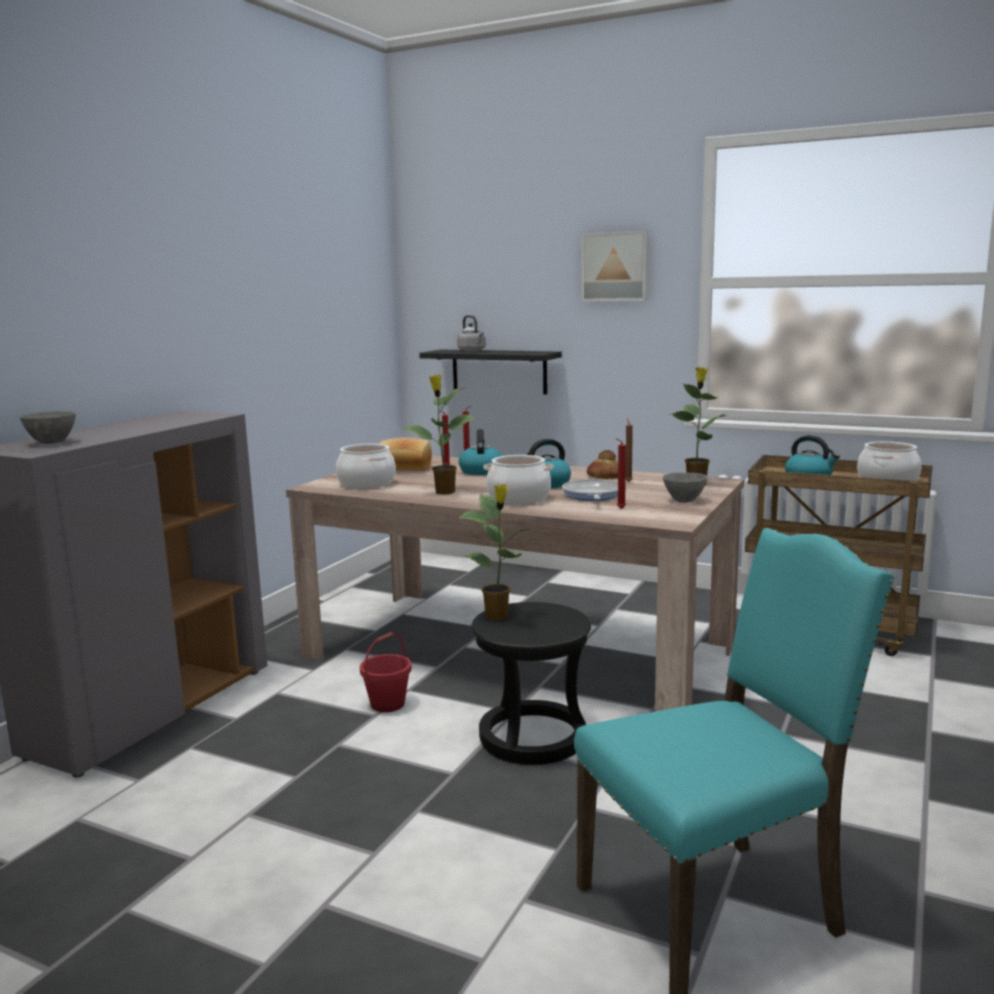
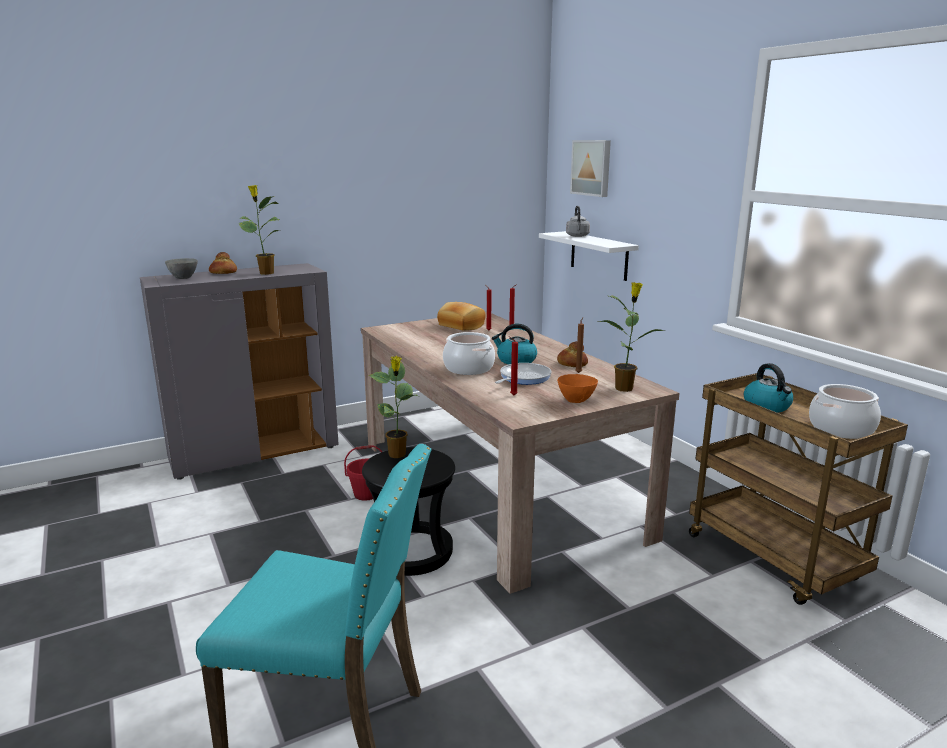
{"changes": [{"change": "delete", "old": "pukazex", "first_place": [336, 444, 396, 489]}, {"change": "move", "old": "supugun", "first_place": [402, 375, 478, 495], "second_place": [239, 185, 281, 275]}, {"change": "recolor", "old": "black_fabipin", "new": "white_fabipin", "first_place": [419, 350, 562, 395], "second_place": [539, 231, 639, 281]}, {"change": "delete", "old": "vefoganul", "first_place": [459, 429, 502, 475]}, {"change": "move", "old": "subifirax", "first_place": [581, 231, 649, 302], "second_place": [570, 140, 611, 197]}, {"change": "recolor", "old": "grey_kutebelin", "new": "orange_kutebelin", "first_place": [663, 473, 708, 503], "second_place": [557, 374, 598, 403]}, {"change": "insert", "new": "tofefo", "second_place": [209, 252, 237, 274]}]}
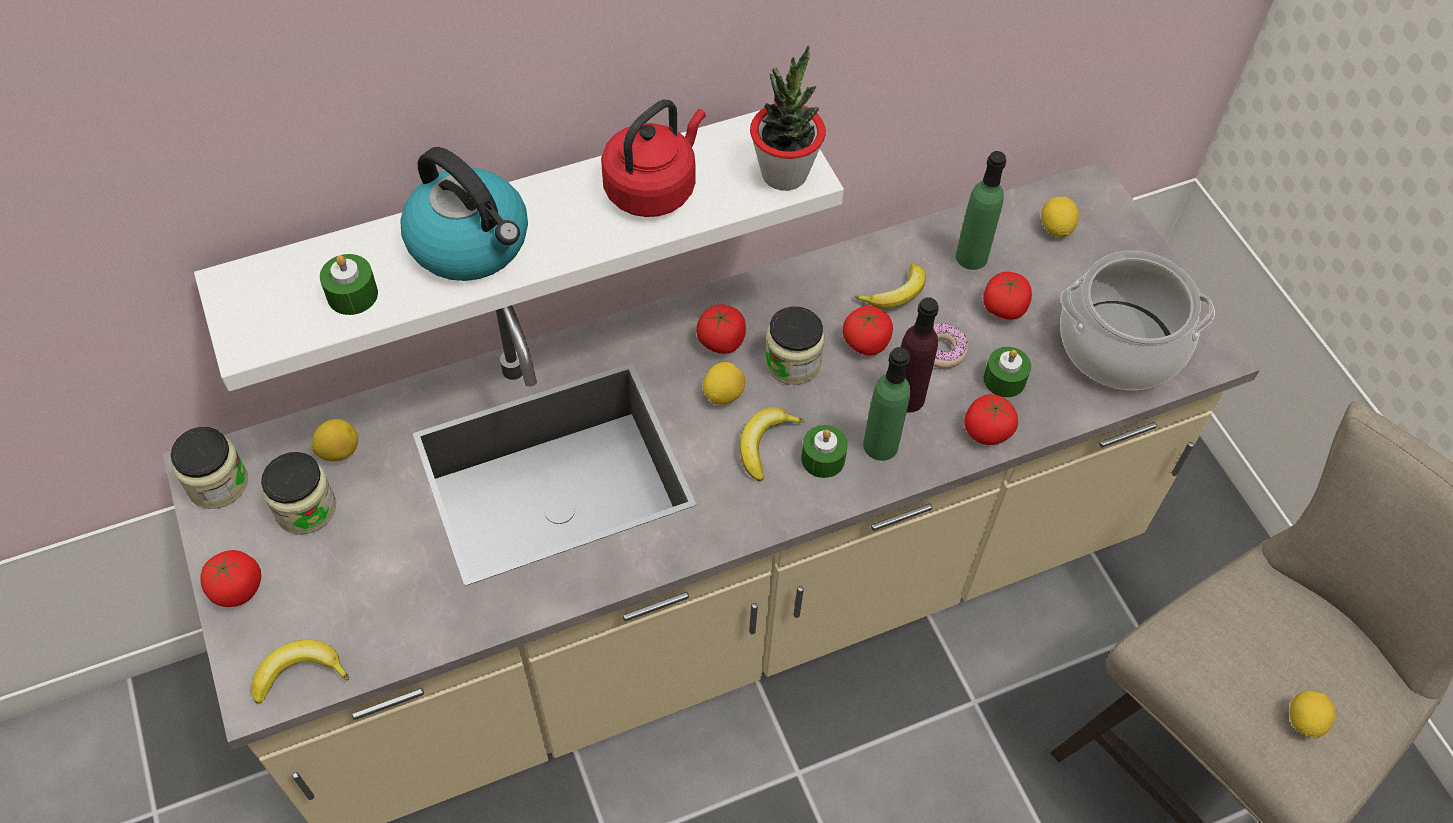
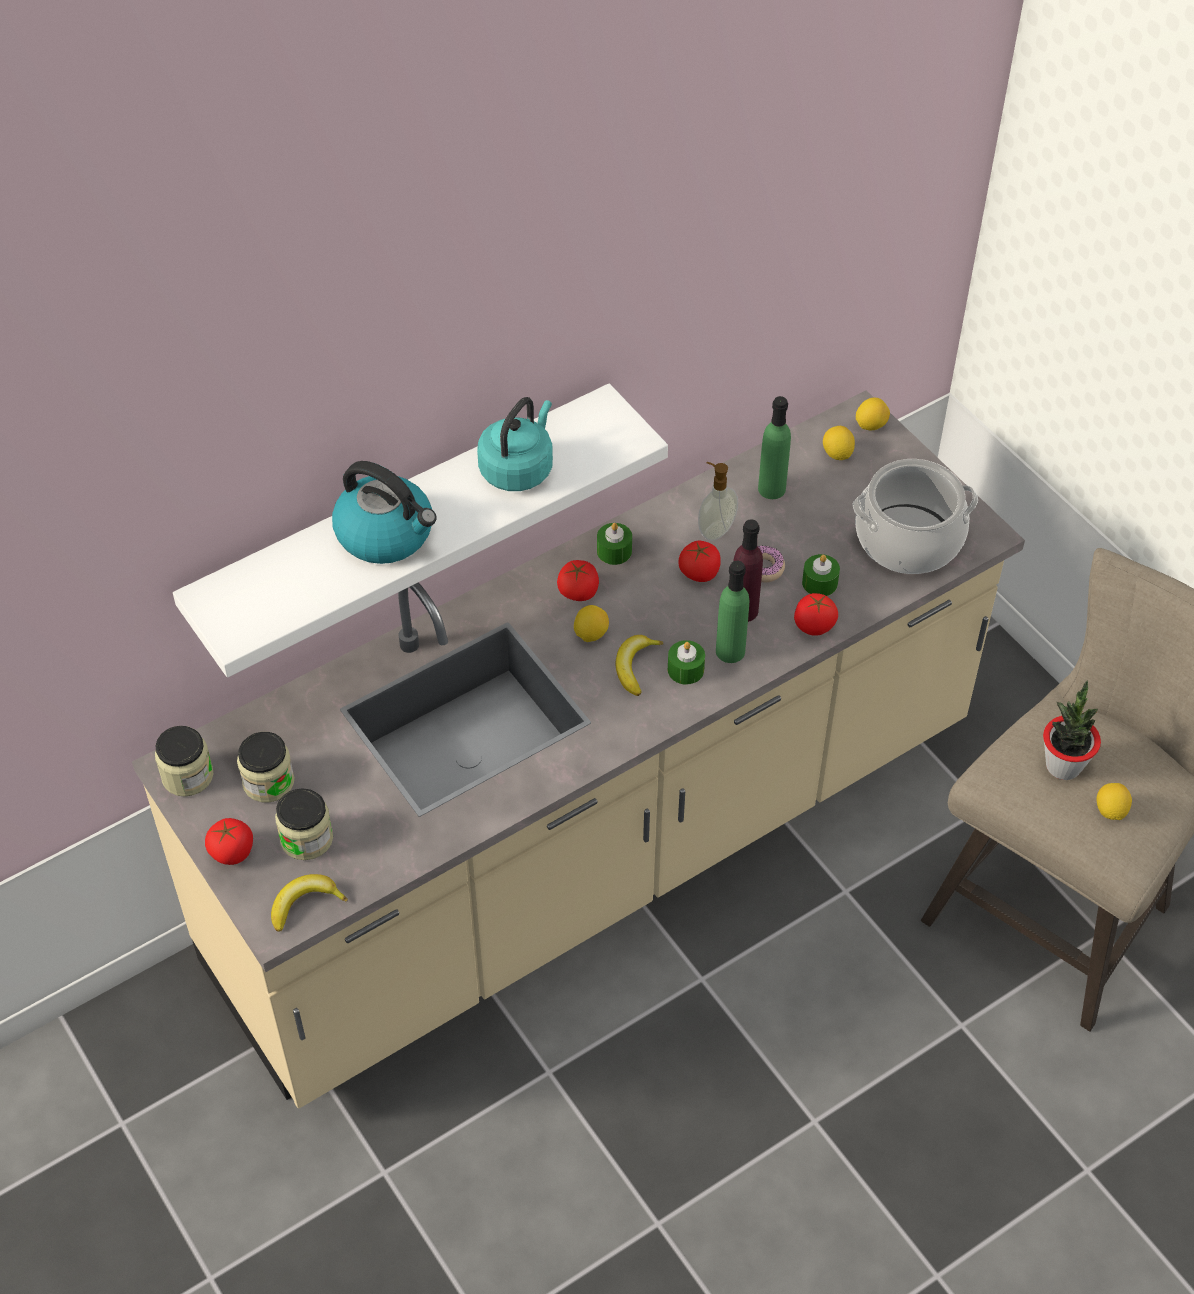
{"changes": [{"change": "move", "old": "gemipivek", "first_place": [312, 419, 358, 461], "second_place": [856, 398, 890, 430]}, {"change": "move", "old": "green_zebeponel", "first_place": [320, 254, 378, 315], "second_place": [597, 523, 632, 565]}, {"change": "recolor", "old": "red_vefoganul", "new": "turquoise_vefoganul", "first_place": [601, 100, 706, 217], "second_place": [477, 397, 553, 491]}, {"change": "move", "old": "supugun", "first_place": [750, 46, 826, 191], "second_place": [1043, 681, 1101, 780]}, {"change": "move", "old": "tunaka", "first_place": [765, 306, 824, 385], "second_place": [275, 788, 333, 860]}, {"change": "replace", "old": "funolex", "new": "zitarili", "first_place": [854, 264, 926, 309], "second_place": [698, 462, 738, 541]}, {"change": "delete", "old": "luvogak", "first_place": [983, 272, 1032, 320]}]}
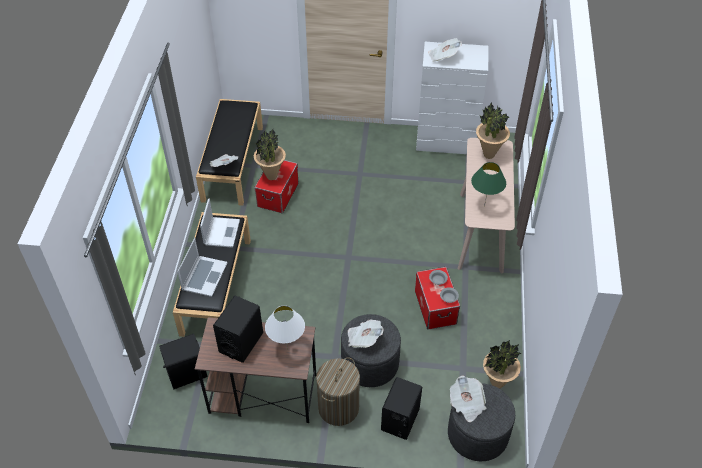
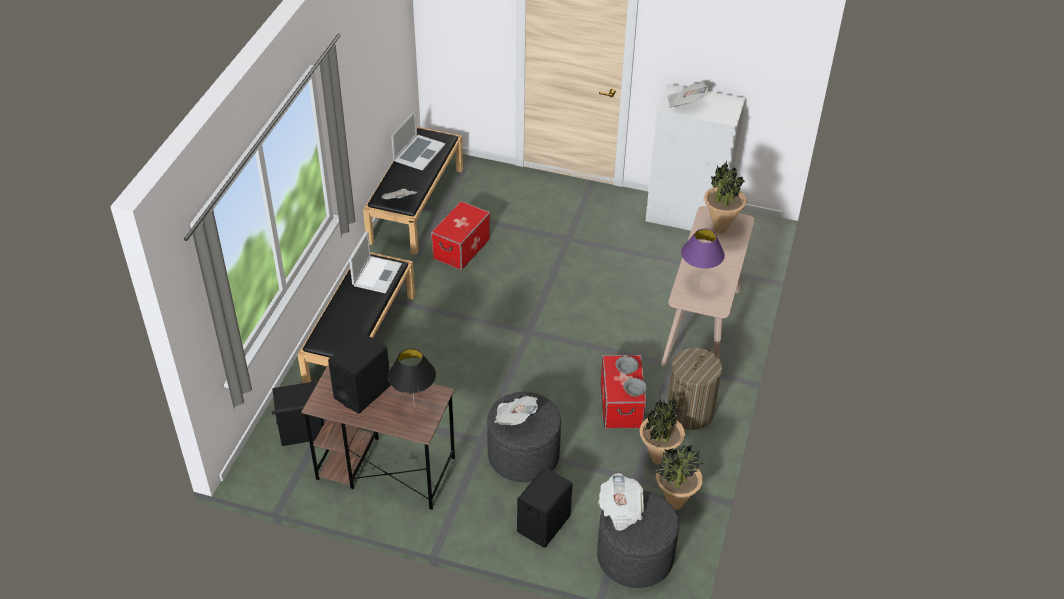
{"changes": [{"change": "move", "old": "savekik", "first_place": [177, 238, 228, 297], "second_place": [392, 110, 445, 171]}, {"change": "move", "old": "supugun", "first_place": [254, 129, 286, 180], "second_place": [640, 398, 685, 465]}, {"change": "recolor", "old": "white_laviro", "new": "black_laviro", "first_place": [265, 305, 305, 350], "second_place": [388, 348, 436, 408]}, {"change": "move", "old": "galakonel", "first_place": [316, 357, 360, 426], "second_place": [667, 348, 722, 430]}, {"change": "recolor", "old": "green_laviro", "new": "purple_laviro", "first_place": [471, 162, 506, 207], "second_place": [681, 228, 725, 285]}]}
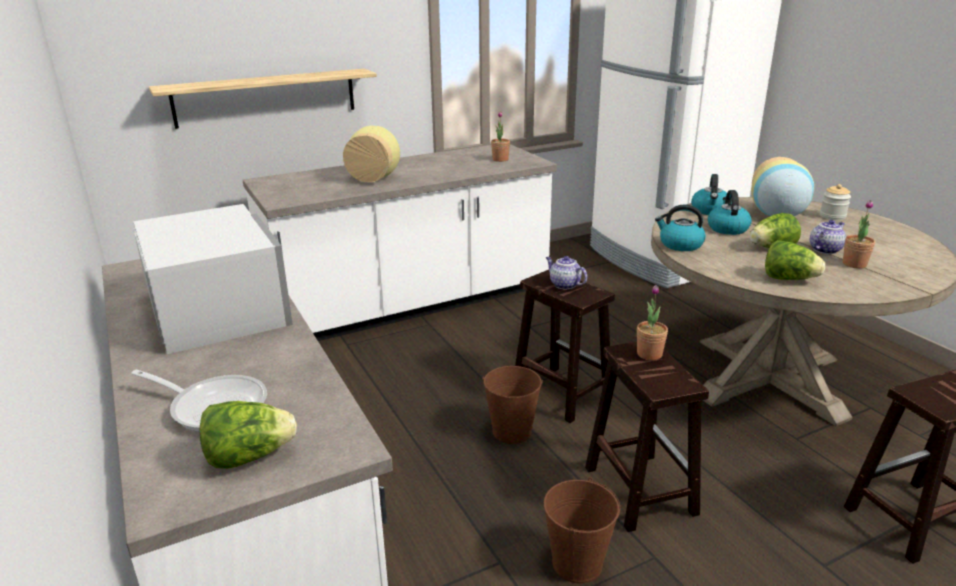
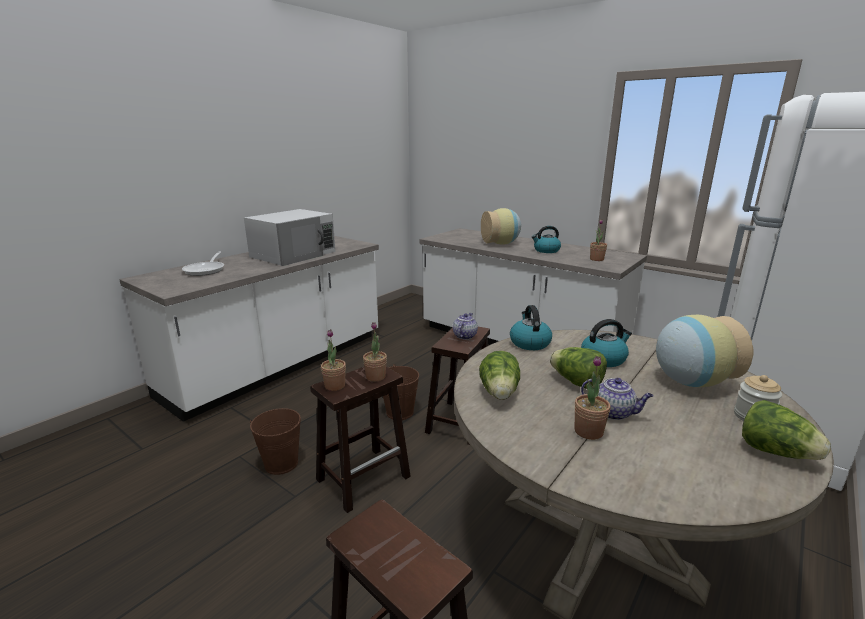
{"changes": [{"change": "delete", "old": "fabipin", "first_place": [149, 69, 377, 129]}, {"change": "move", "old": "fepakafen", "first_place": [200, 401, 297, 469], "second_place": [742, 400, 831, 460]}, {"change": "move", "old": "vefoganul", "first_place": [691, 174, 732, 215], "second_place": [532, 226, 561, 253]}, {"change": "insert", "new": "supugun", "second_place": [321, 329, 346, 391]}]}
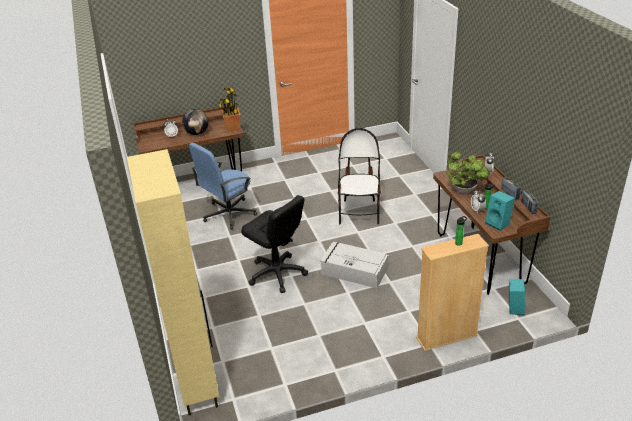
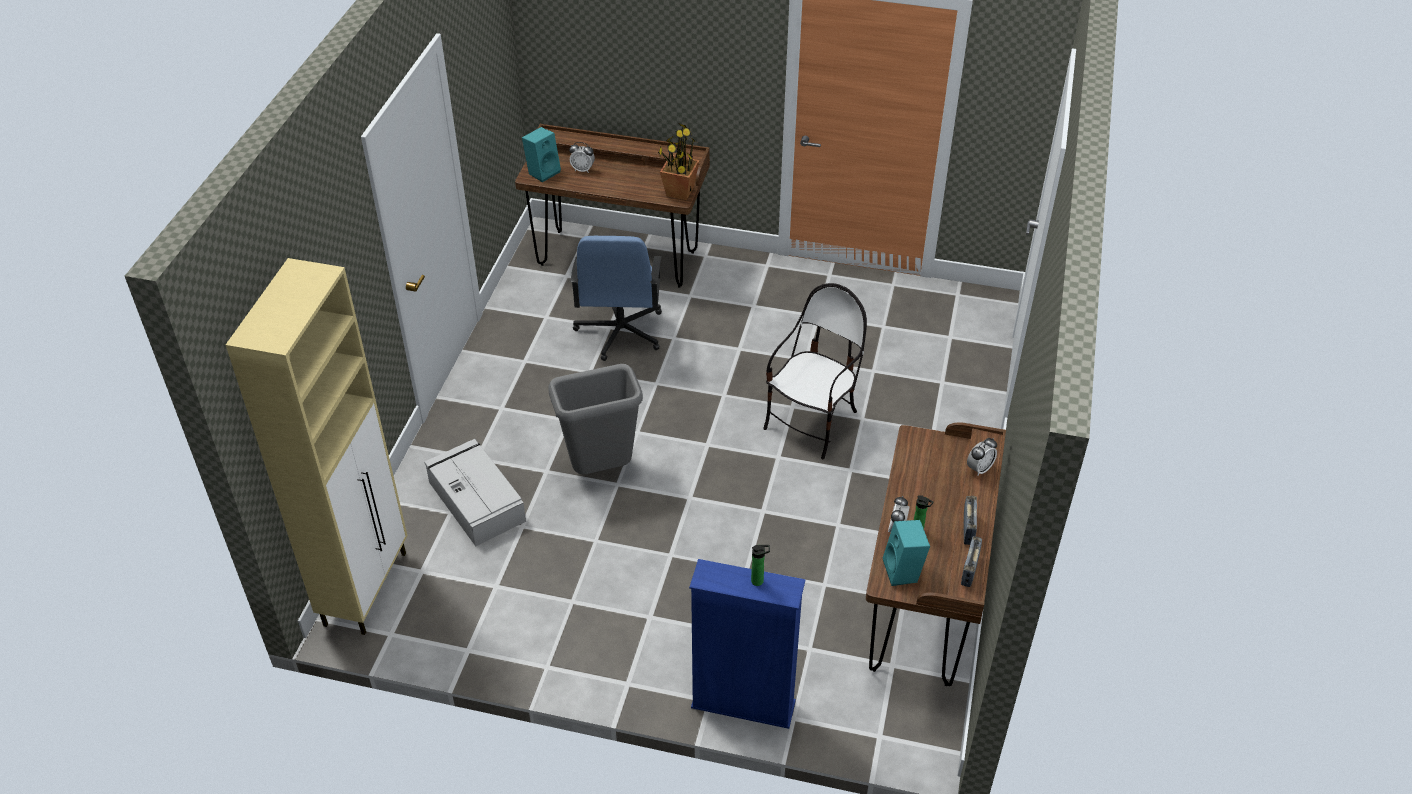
{"changes": [{"change": "delete", "old": "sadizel", "first_place": [182, 109, 208, 135]}, {"change": "rotate", "old": "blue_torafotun", "first_place": [189, 143, 257, 229], "second_place": [570, 236, 662, 361], "degrees": -75}, {"change": "replace", "old": "black_torafotun", "new": "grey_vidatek", "first_place": [241, 195, 308, 293], "second_place": [548, 364, 643, 474]}, {"change": "move", "old": "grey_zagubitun", "first_place": [320, 241, 388, 288], "second_place": [424, 439, 526, 546]}, {"change": "recolor", "old": "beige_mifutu", "new": "blue_mifutu", "first_place": [416, 234, 489, 351], "second_place": [689, 559, 806, 729]}, {"change": "delete", "old": "supugun", "first_place": [446, 152, 489, 193]}, {"change": "move", "old": "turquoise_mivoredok", "first_place": [509, 279, 525, 316], "second_place": [522, 127, 561, 182]}]}
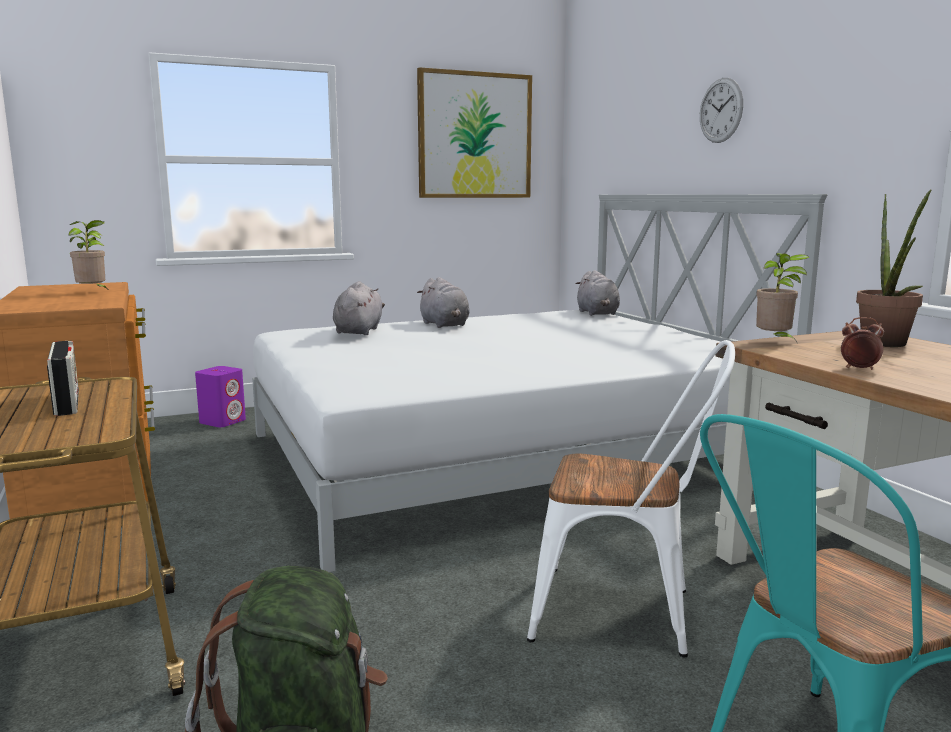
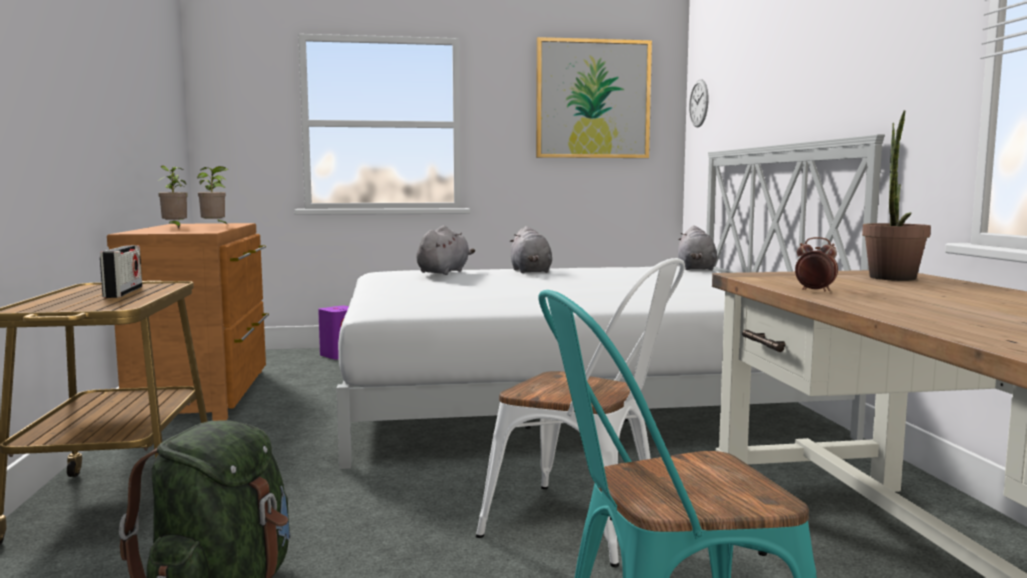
{"changes": [{"change": "move", "old": "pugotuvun", "first_place": [700, 78, 743, 143], "second_place": [689, 80, 708, 127]}, {"change": "move", "old": "supugun", "first_place": [756, 253, 809, 342], "second_place": [158, 165, 188, 229]}]}
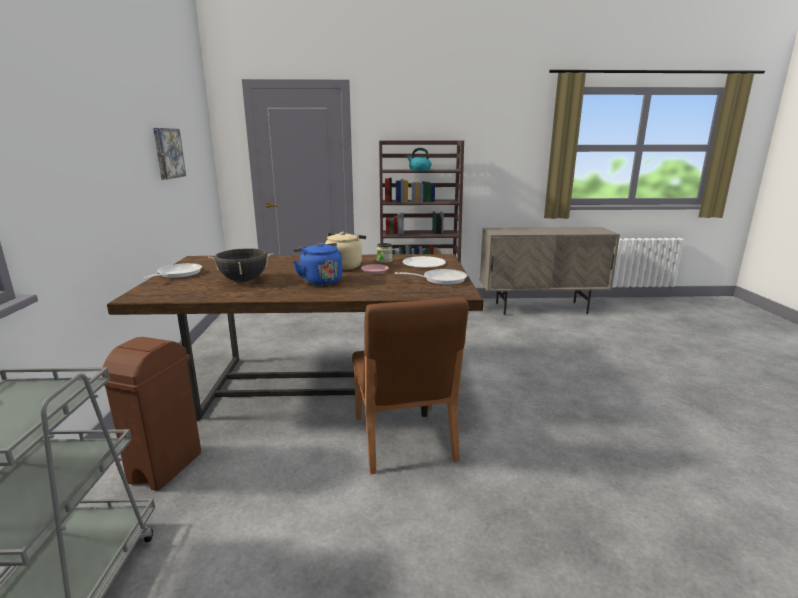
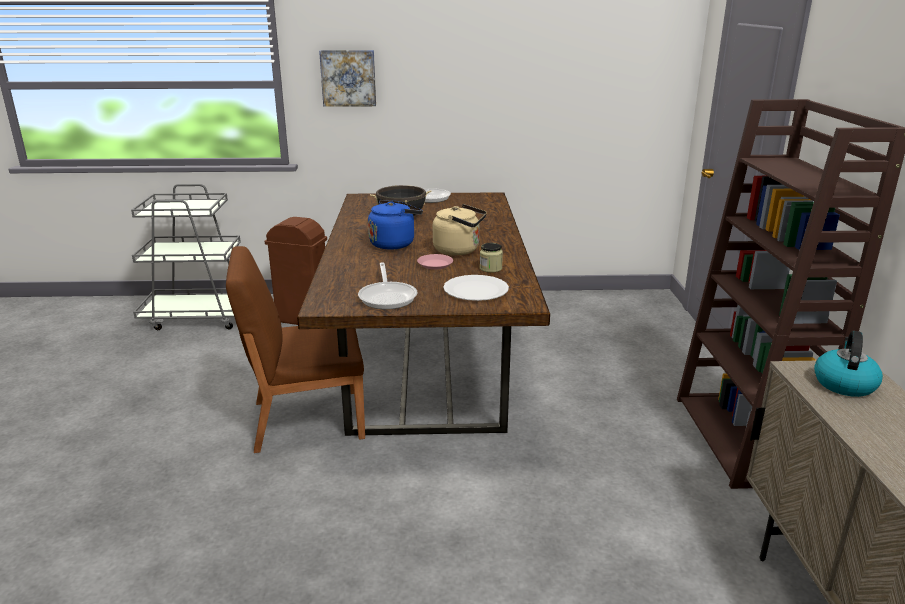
{"changes": [{"change": "move", "old": "subifirax", "first_place": [153, 128, 186, 180], "second_place": [319, 50, 376, 107]}, {"change": "move", "old": "vefoganul", "first_place": [407, 148, 431, 171], "second_place": [814, 331, 883, 397]}]}
